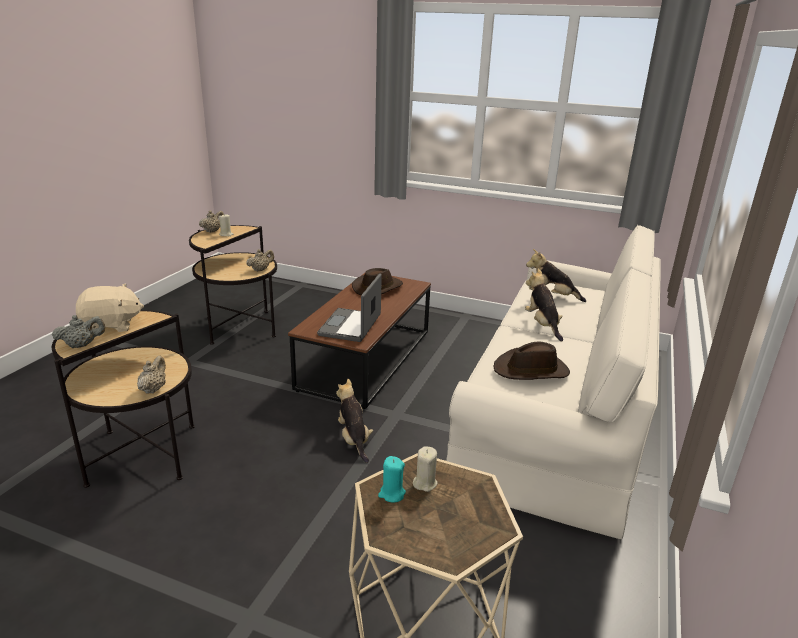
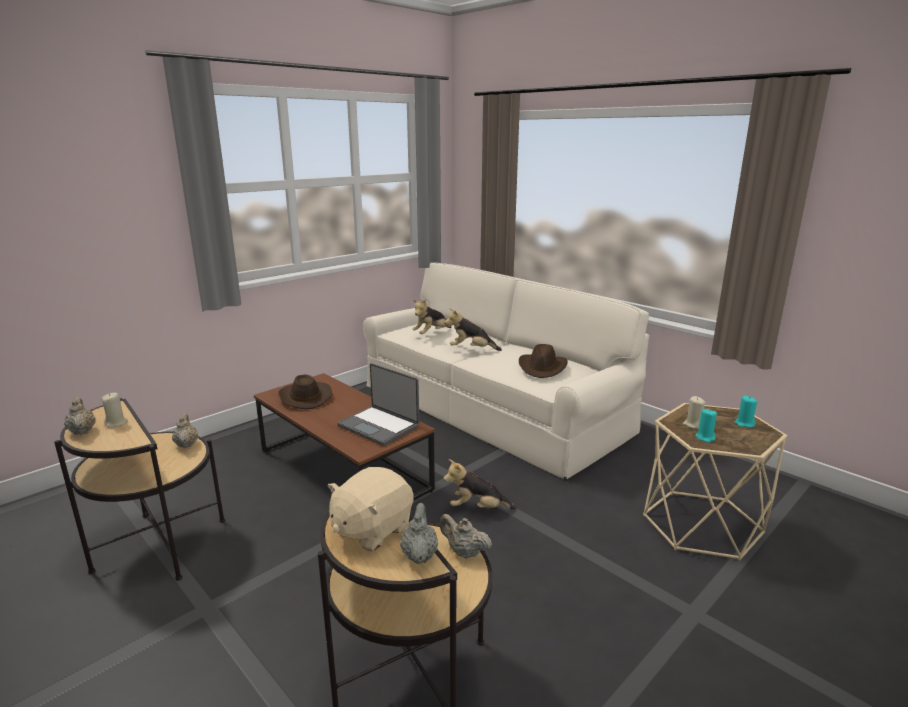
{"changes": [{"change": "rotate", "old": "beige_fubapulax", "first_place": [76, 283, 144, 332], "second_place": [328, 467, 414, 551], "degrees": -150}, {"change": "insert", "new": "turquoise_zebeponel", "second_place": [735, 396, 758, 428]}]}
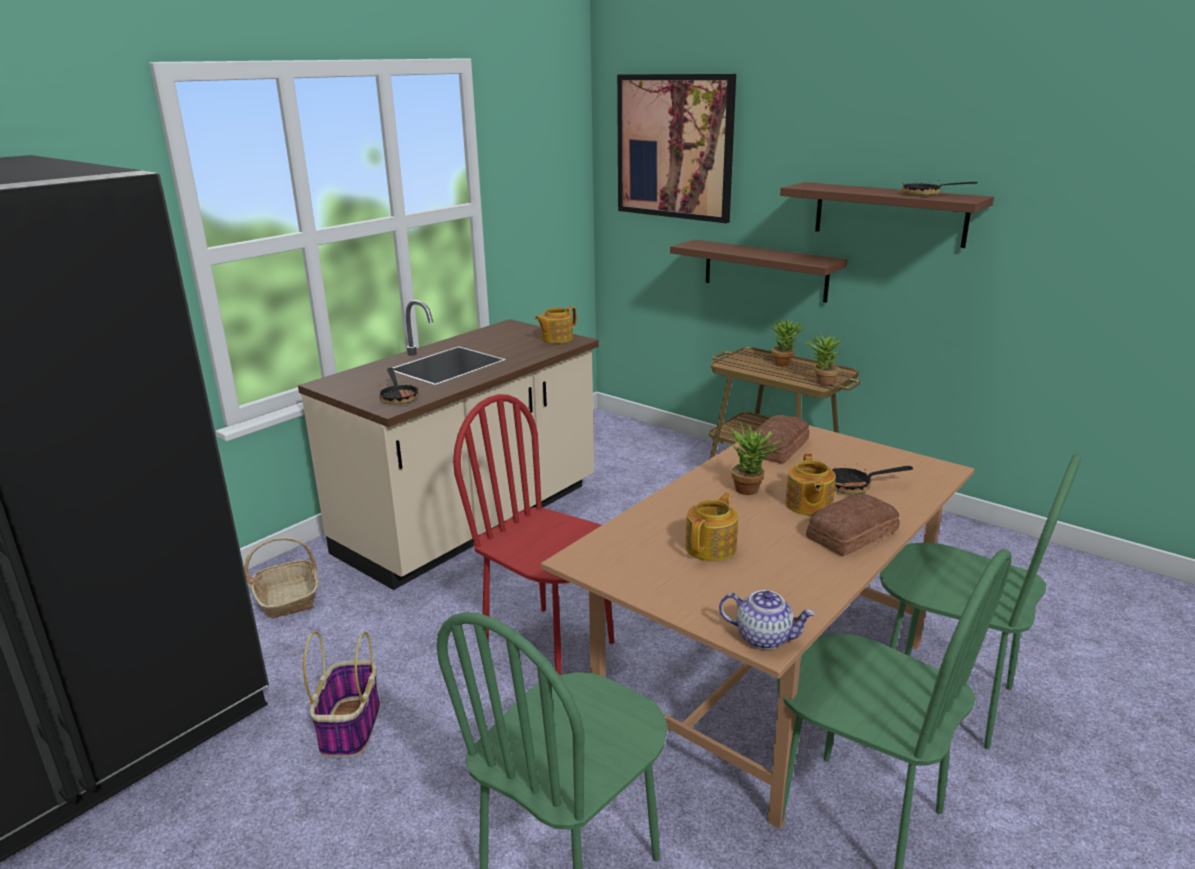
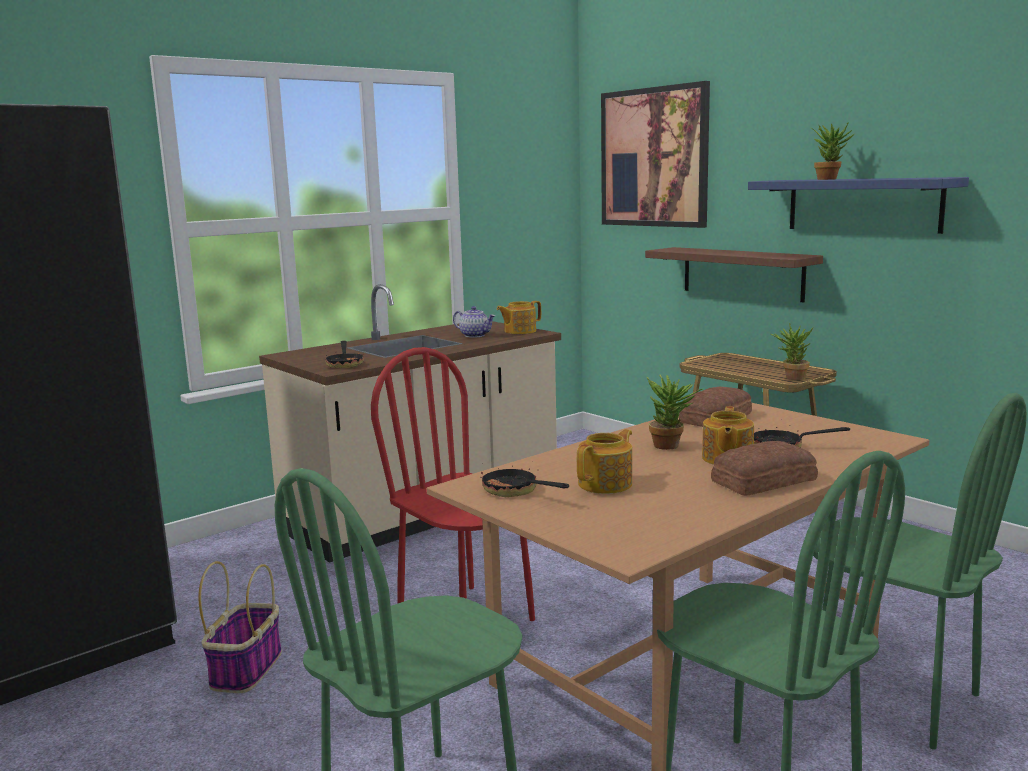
{"changes": [{"change": "delete", "old": "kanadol", "first_place": [244, 537, 319, 618]}, {"change": "move", "old": "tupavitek", "first_place": [719, 590, 815, 649], "second_place": [453, 306, 495, 338]}, {"change": "move", "old": "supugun", "first_place": [769, 318, 806, 366], "second_place": [811, 122, 854, 180]}, {"change": "recolor", "old": "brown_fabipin", "new": "blue_fabipin", "first_place": [780, 182, 994, 248], "second_place": [748, 177, 969, 234]}, {"change": "move", "old": "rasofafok", "first_place": [902, 181, 978, 196], "second_place": [480, 463, 569, 497]}]}
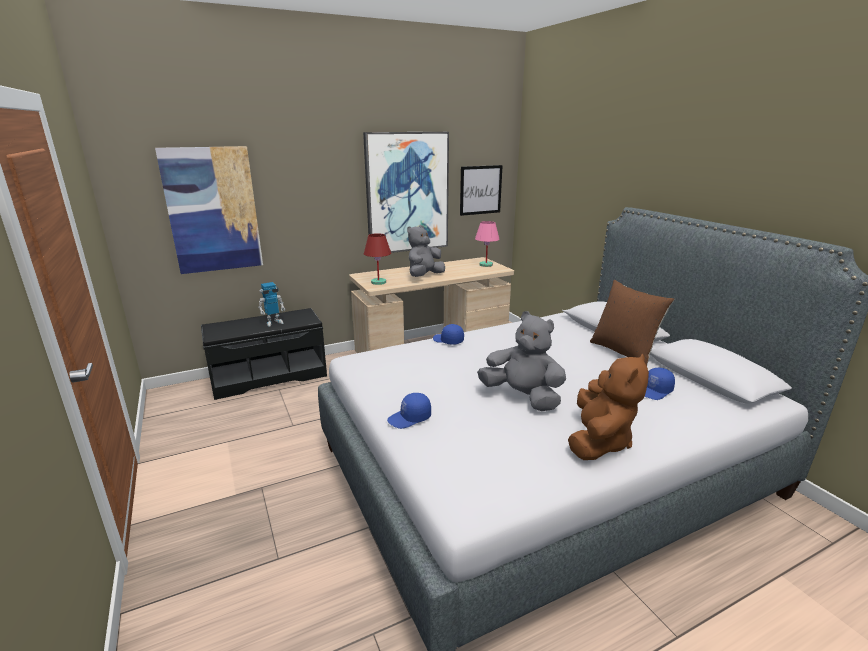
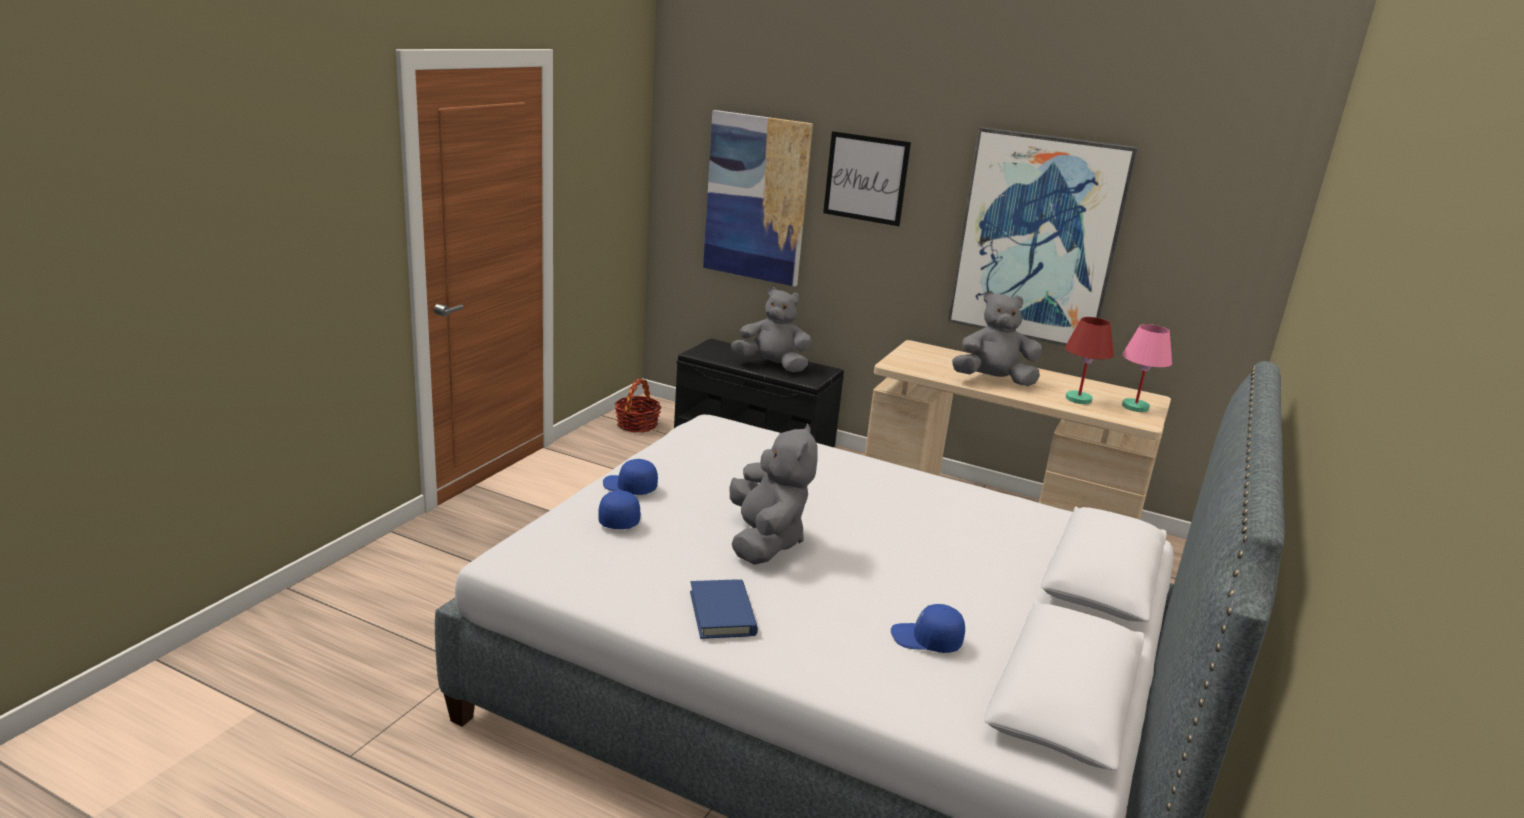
{"changes": [{"change": "replace", "old": "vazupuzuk", "new": "grey_fubapulax", "first_place": [258, 282, 285, 327], "second_place": [731, 287, 812, 372]}, {"change": "move", "old": "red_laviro", "first_place": [364, 233, 391, 285], "second_place": [1065, 317, 1114, 404]}, {"change": "move", "old": "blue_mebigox", "first_place": [433, 324, 464, 345], "second_place": [598, 490, 641, 529]}, {"change": "move", "old": "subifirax", "first_place": [460, 165, 503, 216], "second_place": [823, 131, 911, 226]}, {"change": "replace", "old": "brown_fubapulax", "new": "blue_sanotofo", "first_place": [568, 353, 649, 460], "second_place": [690, 579, 758, 639]}, {"change": "delete", "old": "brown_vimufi", "first_place": [590, 280, 674, 366]}, {"change": "insert", "new": "kanadol", "second_place": [615, 379, 662, 433]}]}
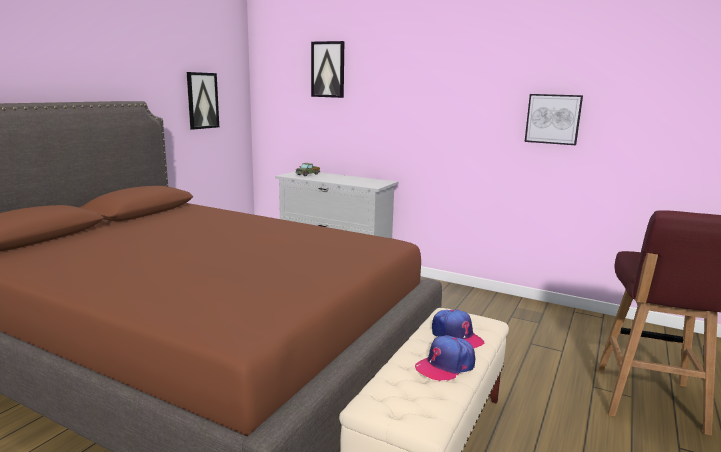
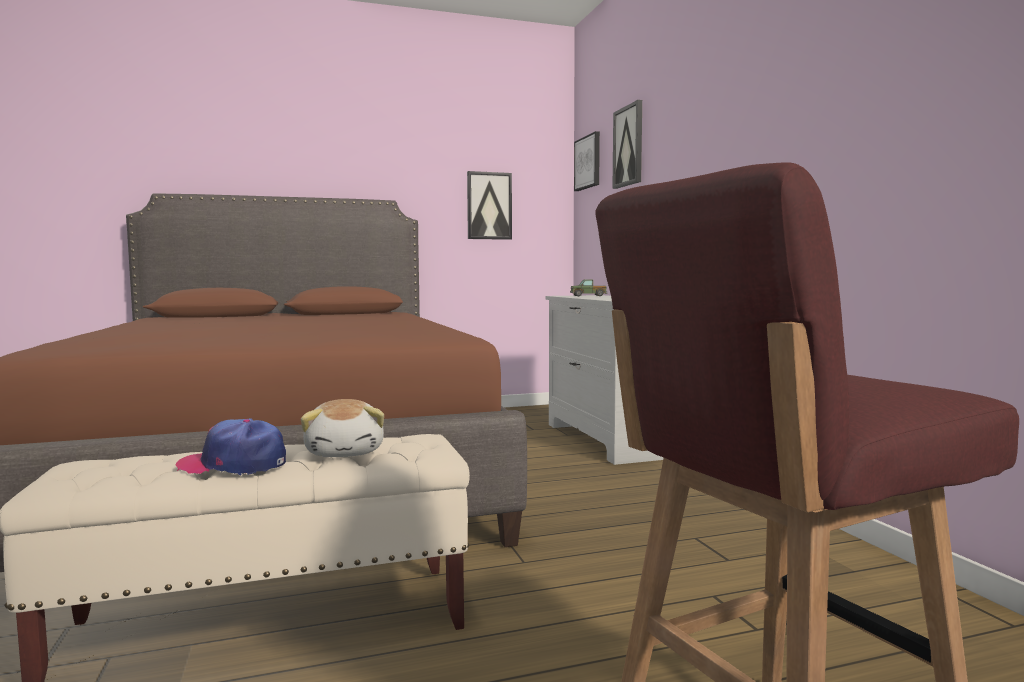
{"changes": [{"change": "replace", "old": "mebigox", "new": "fubapulax", "first_place": [432, 310, 484, 348], "second_place": [301, 399, 384, 457]}, {"change": "move", "old": "subifirax", "first_place": [525, 94, 583, 145], "second_place": [574, 131, 600, 191]}]}
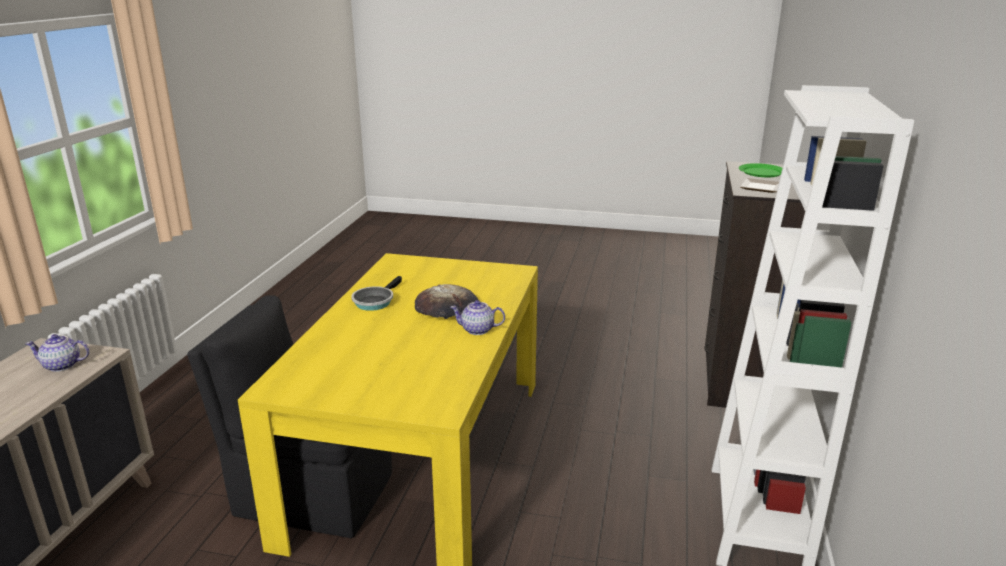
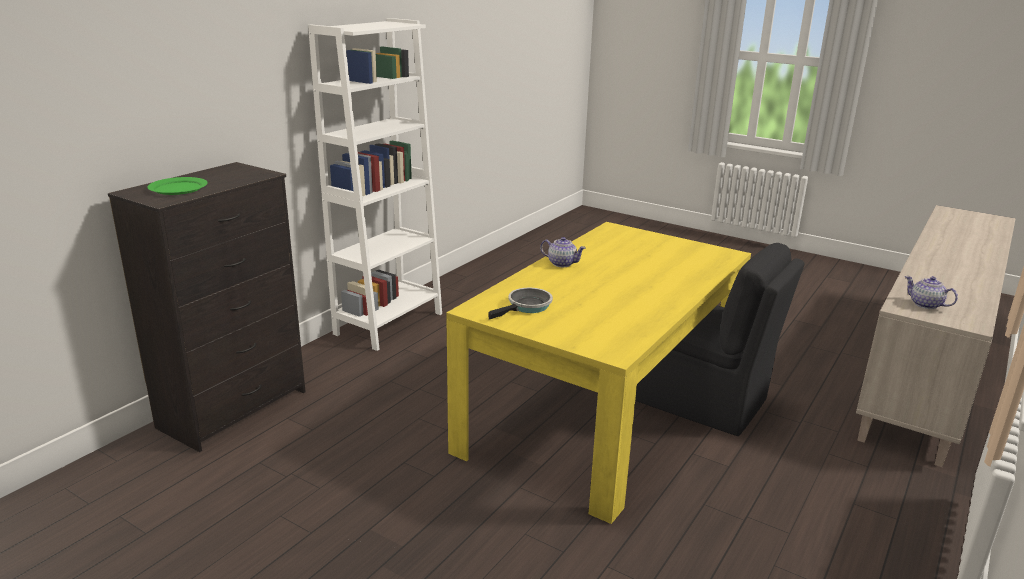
{"changes": [{"change": "rotate", "old": "tupavitek", "first_place": [25, 334, 89, 372], "second_place": [905, 276, 958, 309], "degrees": -150}, {"change": "move", "old": "rasofafok", "first_place": [351, 276, 402, 311], "second_place": [488, 288, 553, 320]}, {"change": "delete", "old": "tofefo", "first_place": [415, 284, 478, 319]}, {"change": "delete", "old": "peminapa", "first_place": [740, 178, 779, 193]}]}
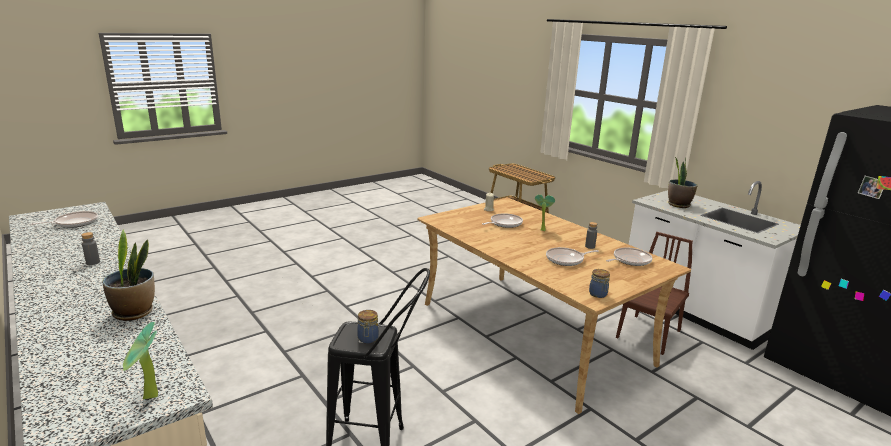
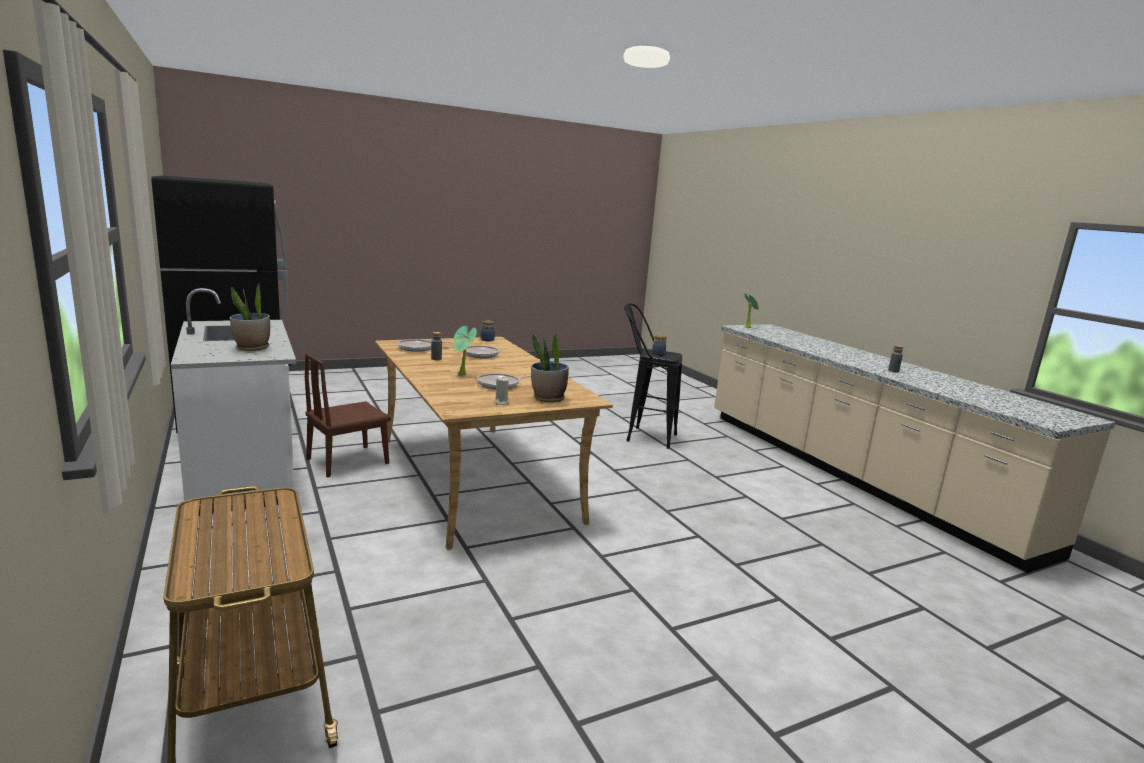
{"changes": [{"change": "delete", "old": "rasofafok", "first_place": [30, 211, 98, 228]}, {"change": "move", "old": "supugun", "first_place": [102, 230, 155, 321], "second_place": [531, 334, 569, 402]}]}
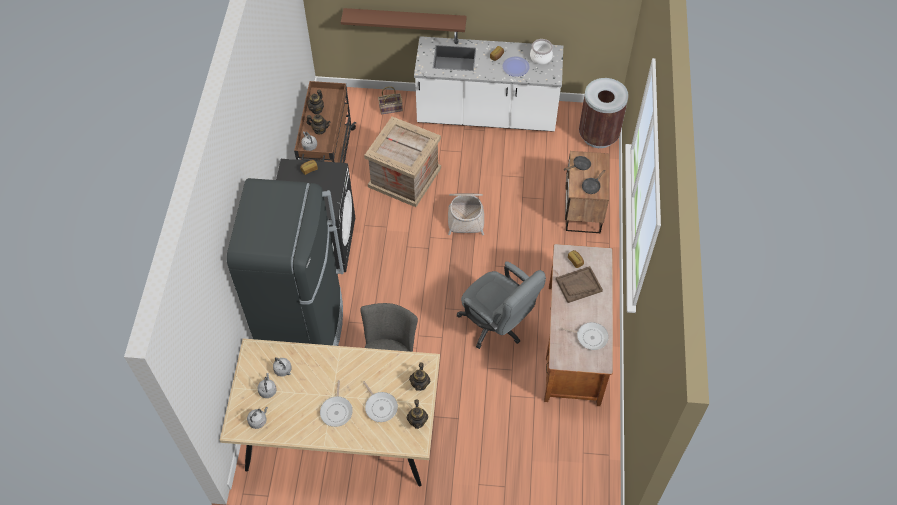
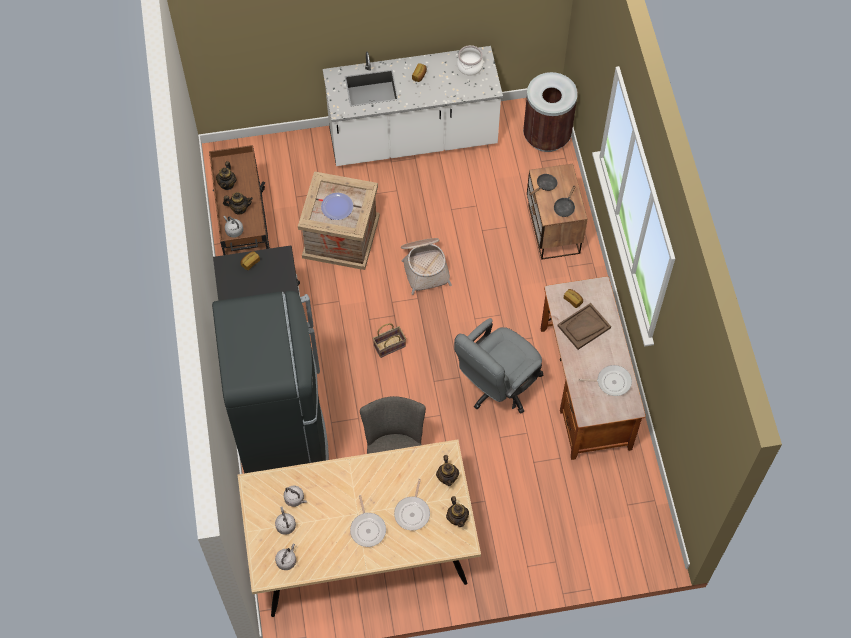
{"changes": [{"change": "delete", "old": "brown_fabipin", "first_place": [341, 8, 467, 32]}, {"change": "rotate", "old": "rasofafok", "first_place": [363, 381, 398, 422], "second_place": [394, 479, 430, 530], "degrees": 60}, {"change": "move", "old": "kanadol", "first_place": [378, 86, 403, 115], "second_place": [373, 323, 406, 358]}, {"change": "rotate", "old": "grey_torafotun", "first_place": [457, 261, 546, 349], "second_place": [454, 318, 544, 414], "degrees": 105}, {"change": "move", "old": "peminapa", "first_place": [502, 56, 530, 77], "second_place": [321, 193, 353, 220]}]}
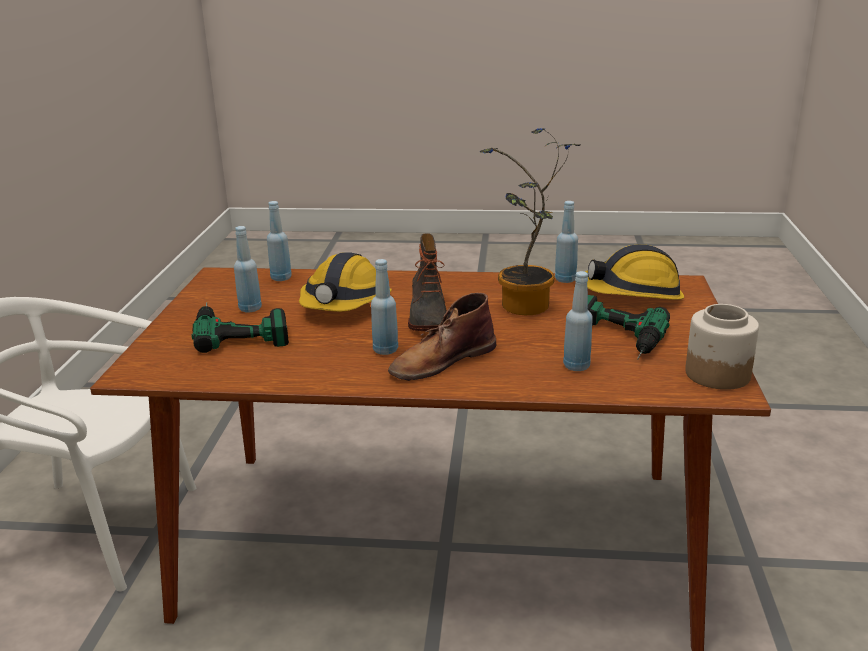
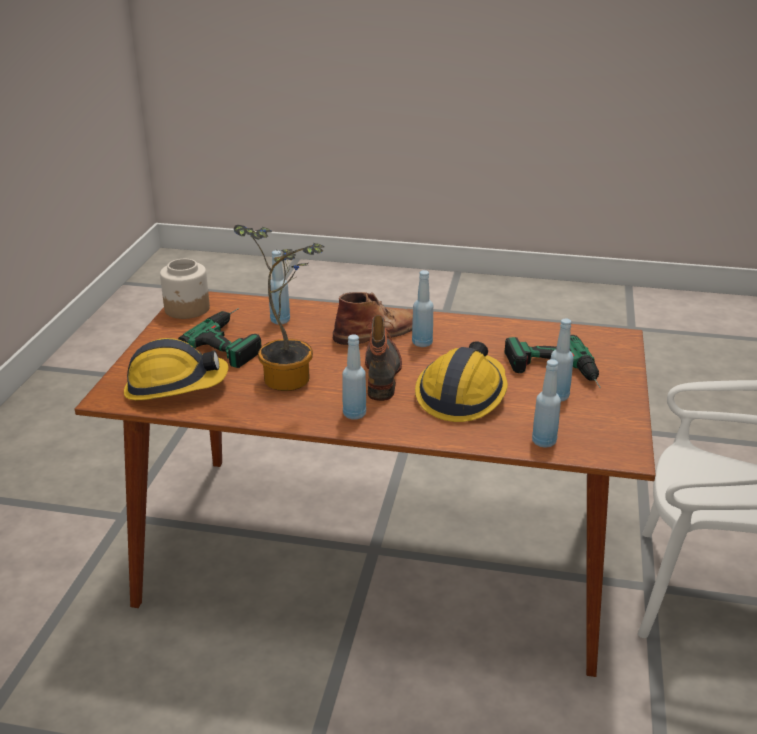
{"changes": [{"change": "move", "old": "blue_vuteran", "first_place": [555, 201, 578, 283], "second_place": [342, 334, 366, 420]}]}
